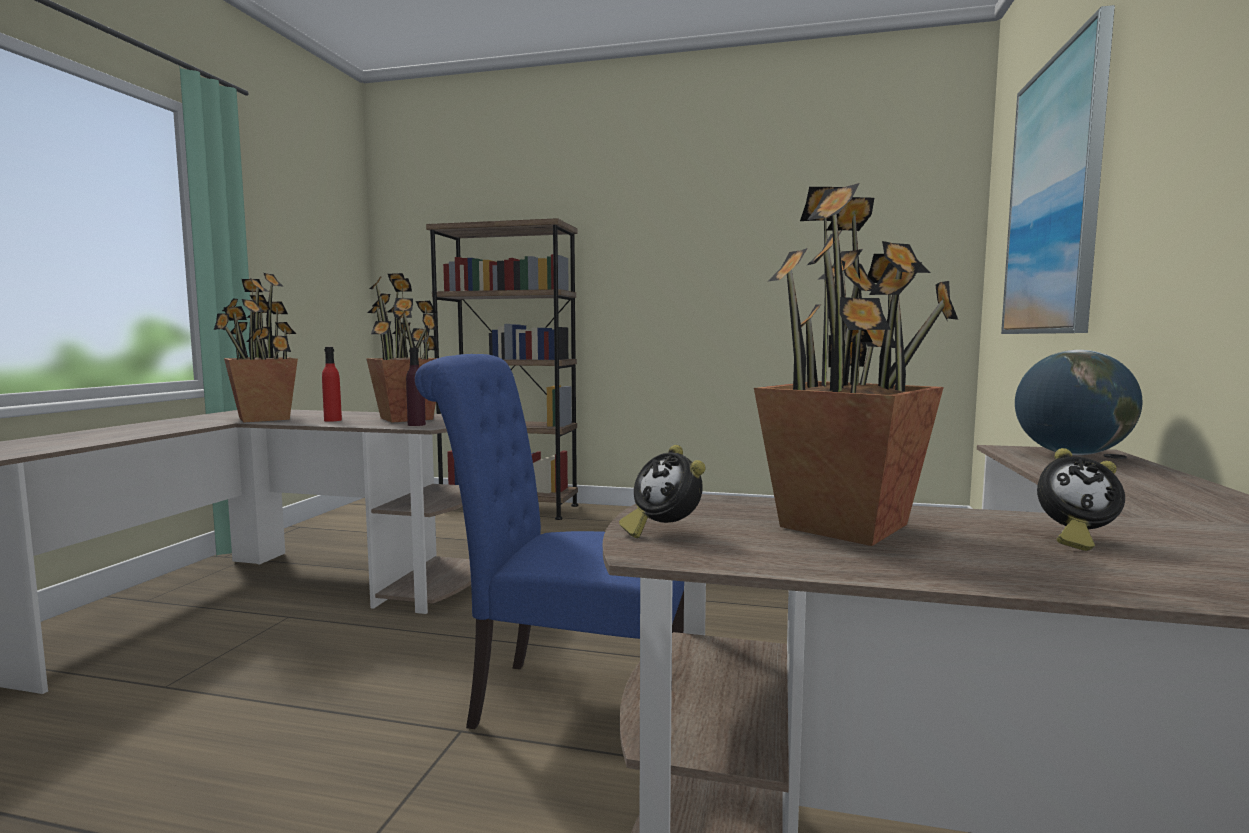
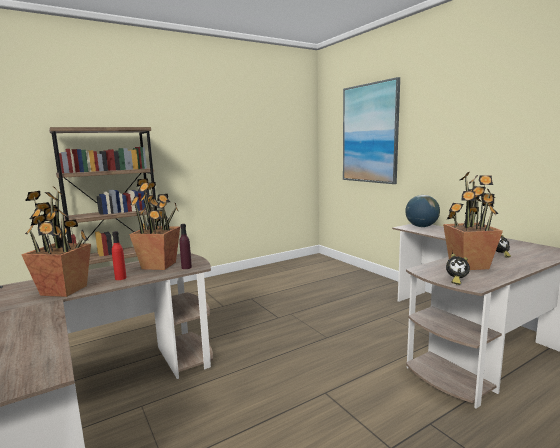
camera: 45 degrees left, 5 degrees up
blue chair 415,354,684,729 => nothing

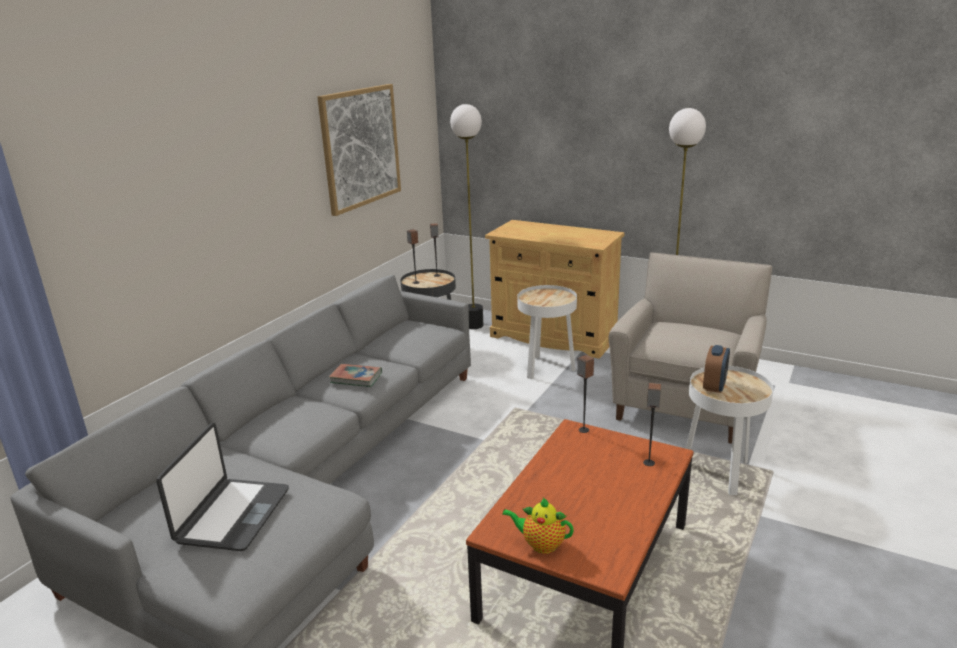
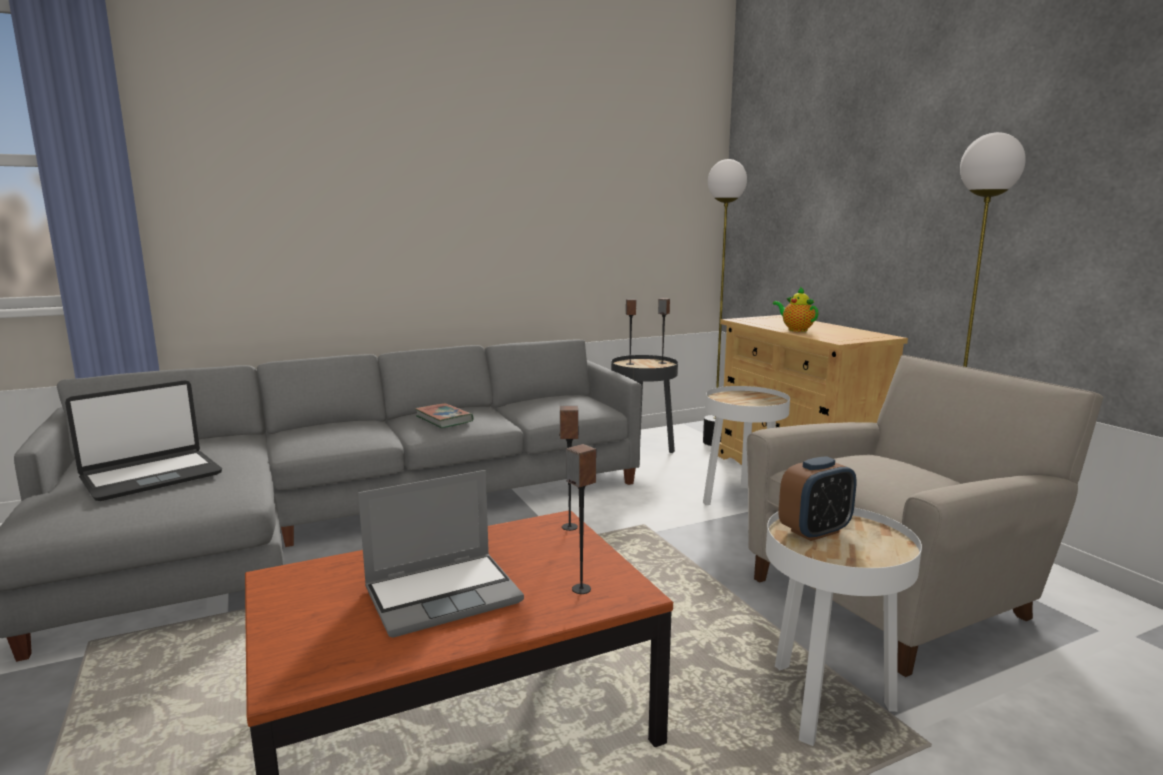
camera: 35 degrees right, 10 degrees down
picture 317,84,401,216 => nothing
teapot 502,498,574,554 => teapot 773,286,819,332, move
nothing => laptop 358,470,524,638

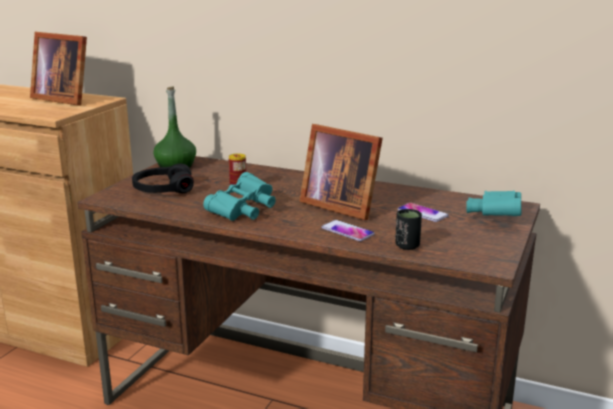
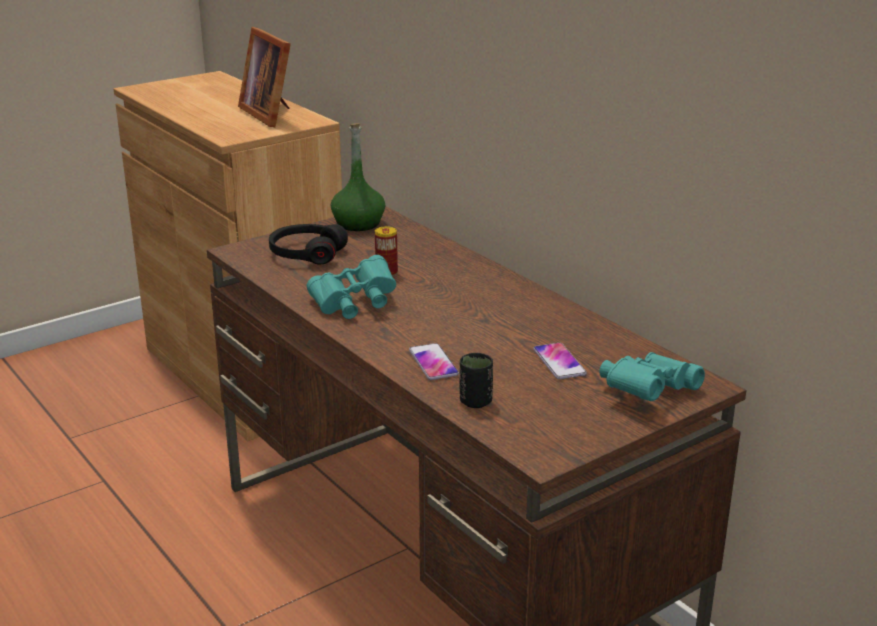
camera: 30 degrees right, 5 degrees up
picture frame 299,124,383,220 => nothing

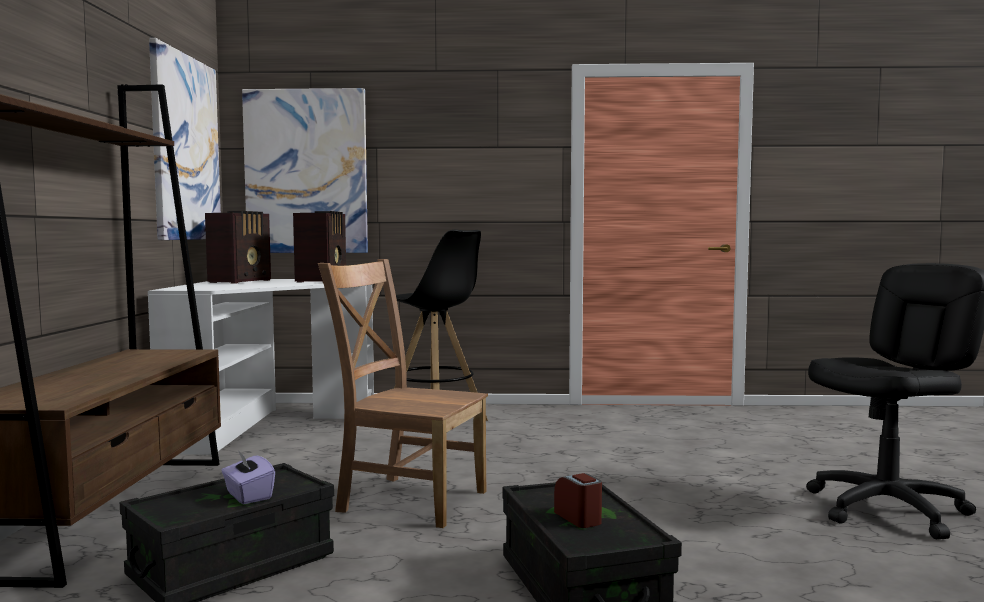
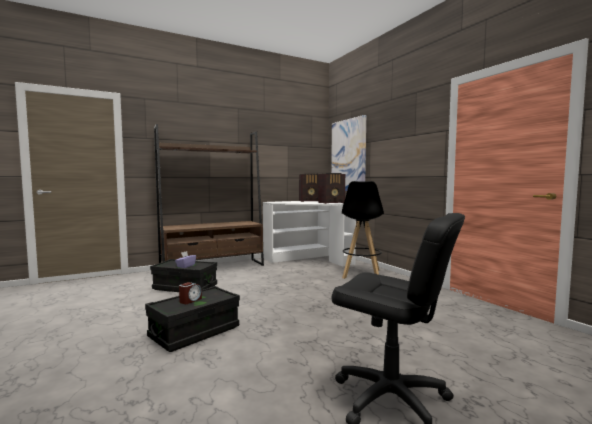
camera: 60 degrees right, 0 degrees up
picture 149,38,221,240 => nothing
brown chair 318,259,488,528 => nothing

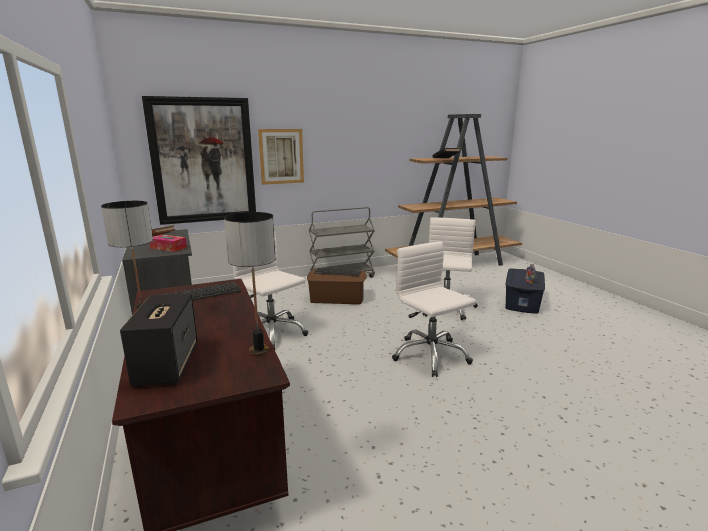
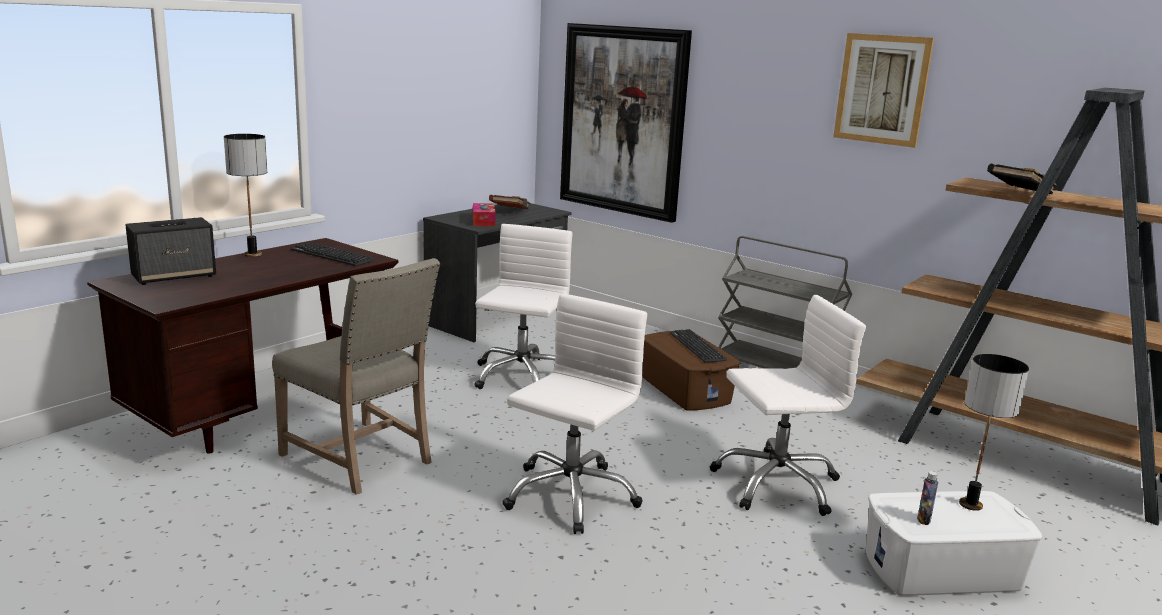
camera: 60 degrees right, 0 degrees up
picture 258,129,304,185 => picture 833,33,934,148, move
table lamp 224,212,276,356 => table lamp 959,354,1029,511, move
blue storage box 506,269,545,314 => white storage box 866,491,1042,596
nothing => beige chair 272,258,440,495

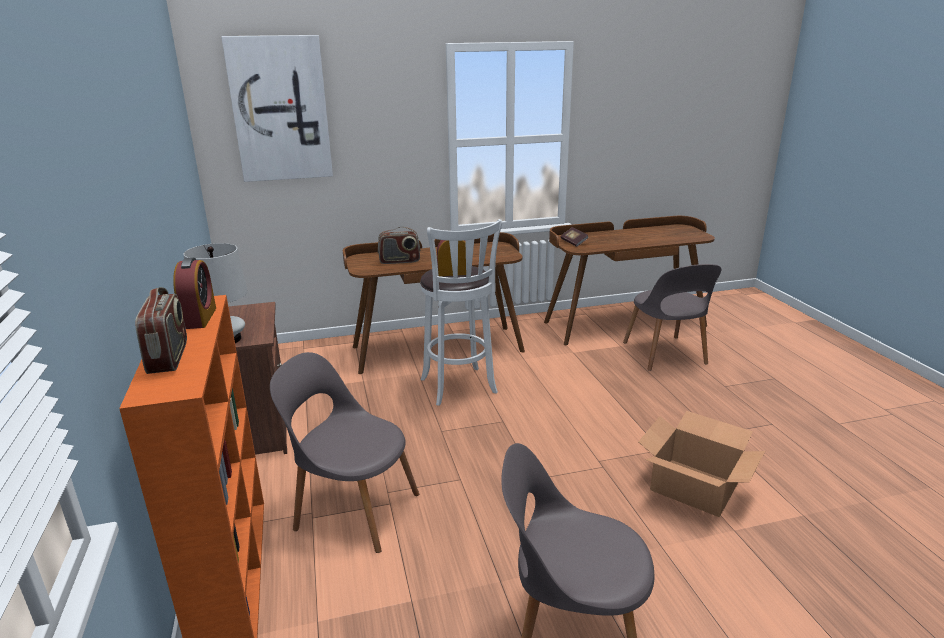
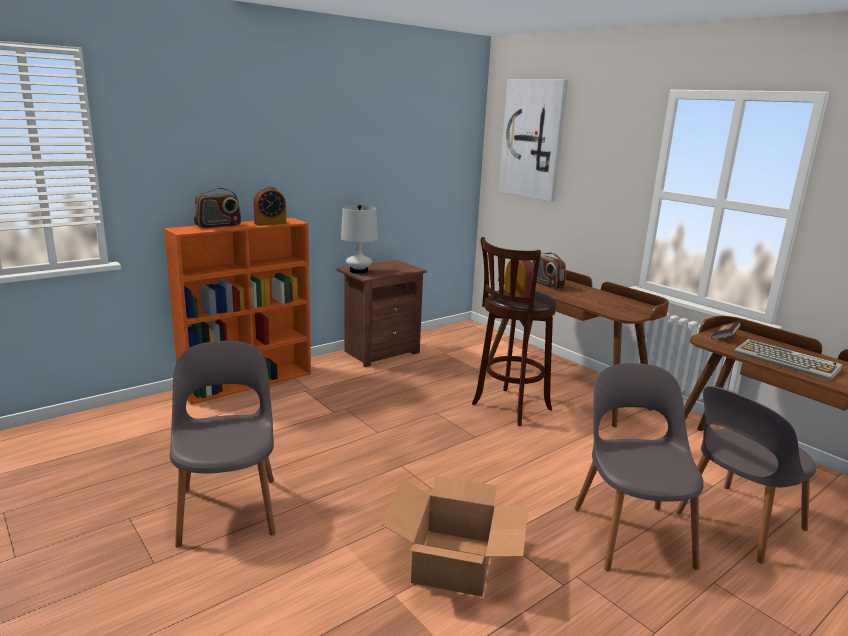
camera: 65 degrees right, 5 degrees down
white stool 420,219,502,406 => brown stool 472,237,557,426
grey chair 270,352,419,553 => grey chair 574,363,703,571, move
nothing => keyboard 734,339,842,381

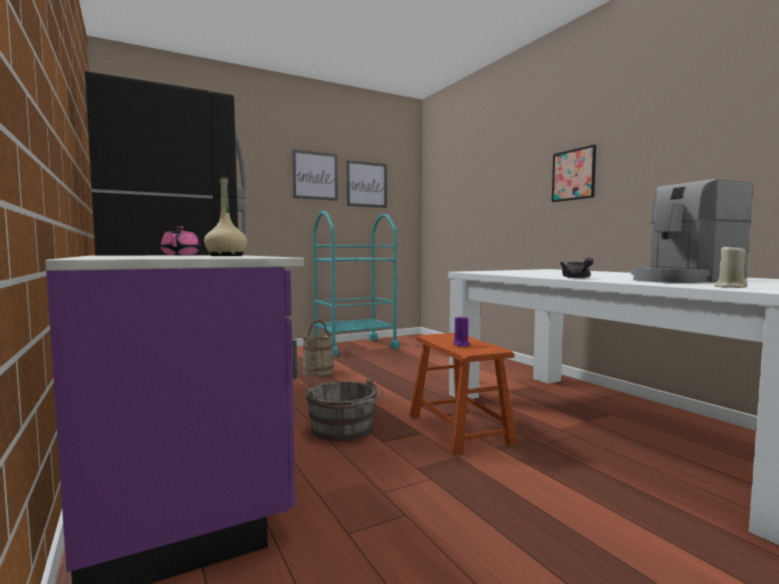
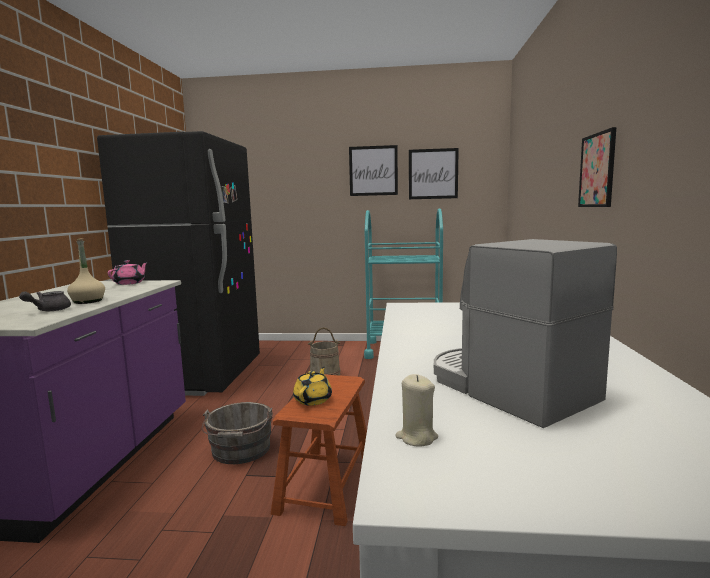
camera: 35 degrees right, 5 degrees up
coffee machine 631,179,753,283 => coffee machine 434,239,617,428, 45 degrees clockwise
grey teapot 560,257,594,278 => grey teapot 19,291,71,311, move
purple candle 453,317,470,347 => yellow teapot 293,367,332,406

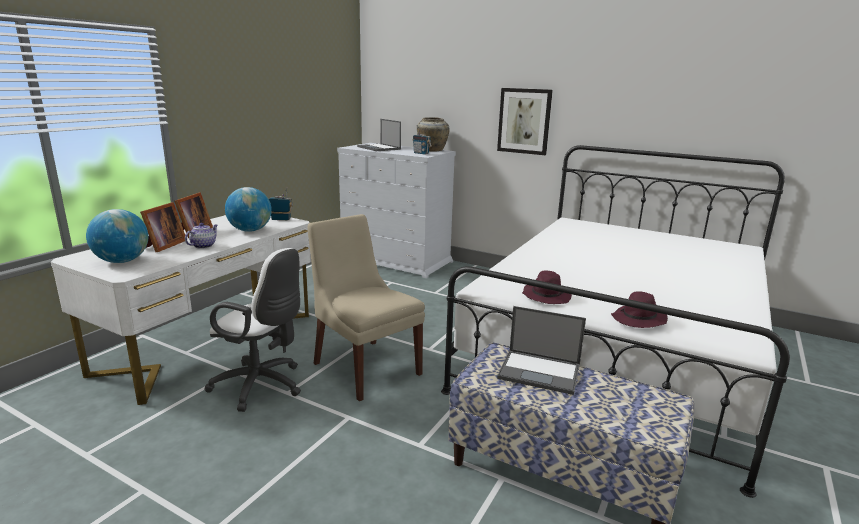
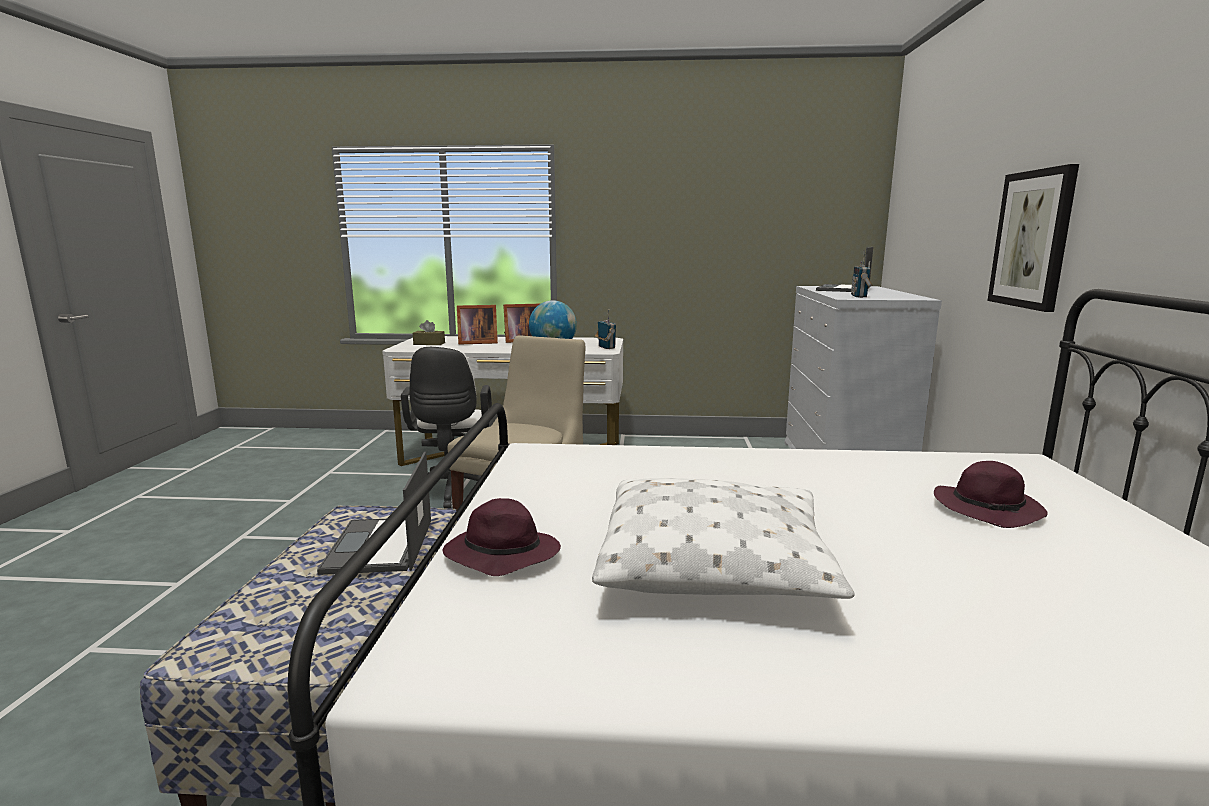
camera: 65 degrees right, 5 degrees down
beige vase 417,117,449,152 => nothing
globe 86,209,148,263 => brown tissue box 413,320,445,345
teapot 185,223,218,249 => nothing
purple hat 522,271,572,304 => purple hat 934,461,1047,528, move
nothing => white pillow 592,478,855,599

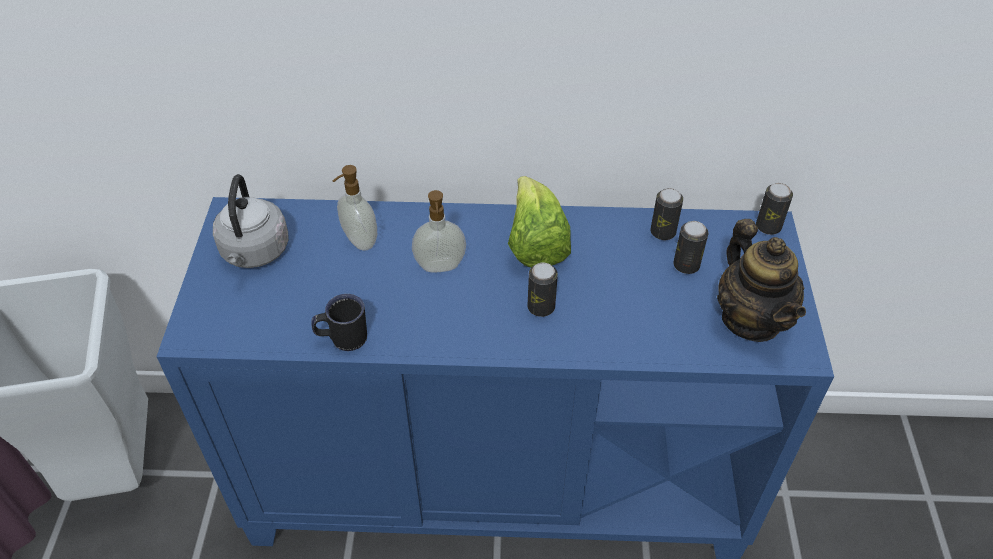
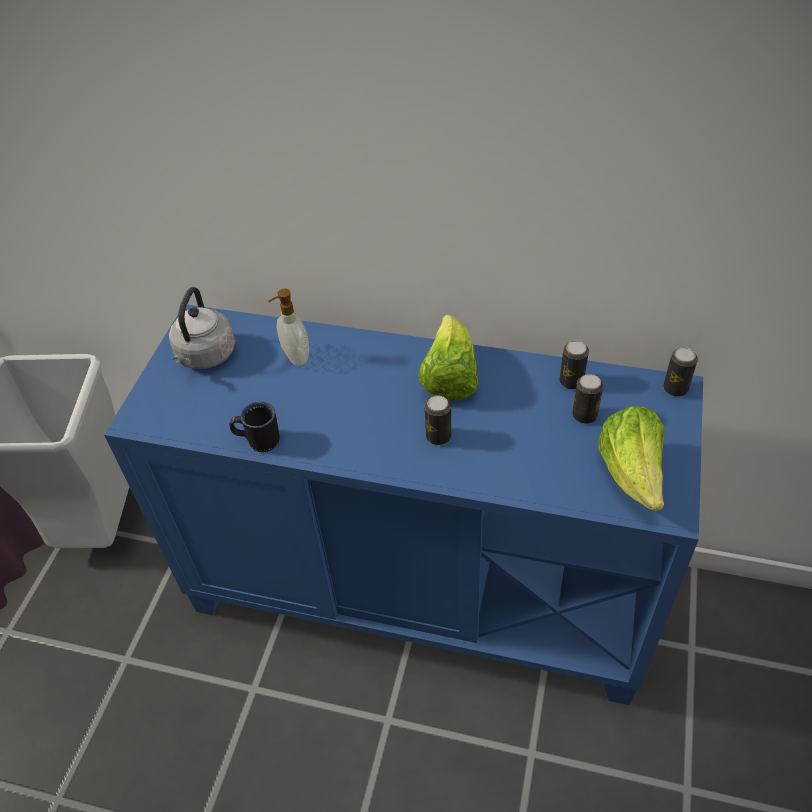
camera: 15 degrees right, 0 degrees up
soap dispenser 412,190,466,272 => nothing
teapot 717,219,806,342 => lettuce 599,406,664,511

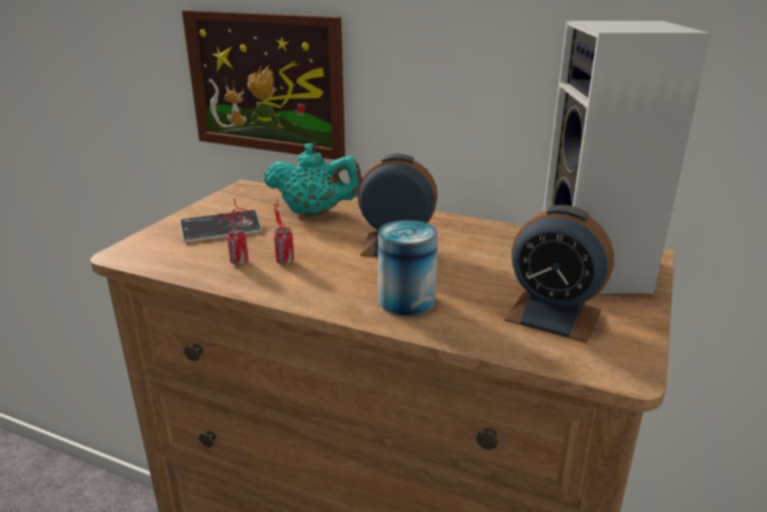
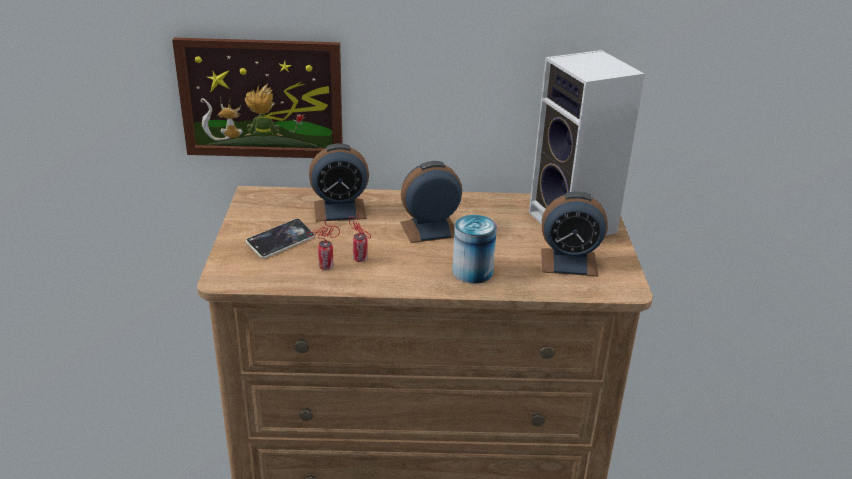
camera: 25 degrees left, 5 degrees up
turquoise teapot 264,143,362,215 => alarm clock 309,143,369,222

